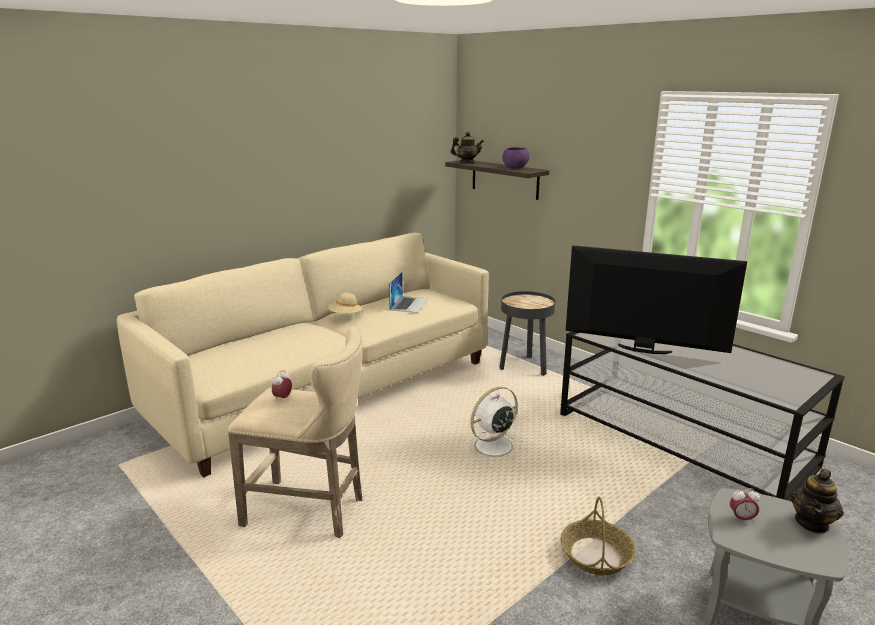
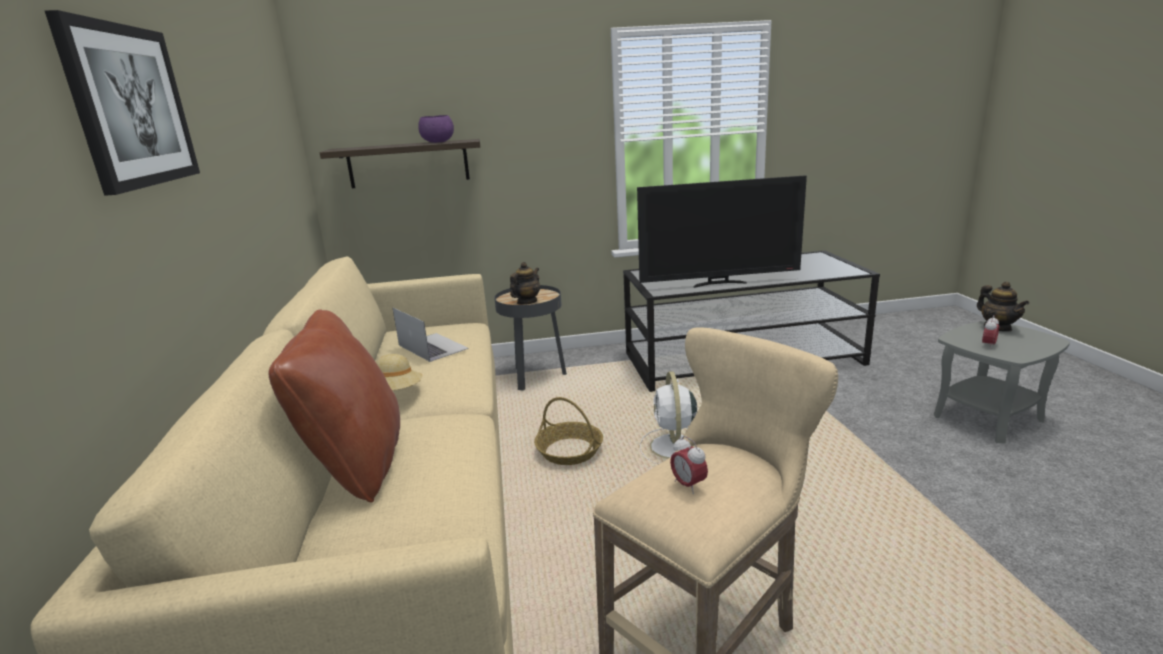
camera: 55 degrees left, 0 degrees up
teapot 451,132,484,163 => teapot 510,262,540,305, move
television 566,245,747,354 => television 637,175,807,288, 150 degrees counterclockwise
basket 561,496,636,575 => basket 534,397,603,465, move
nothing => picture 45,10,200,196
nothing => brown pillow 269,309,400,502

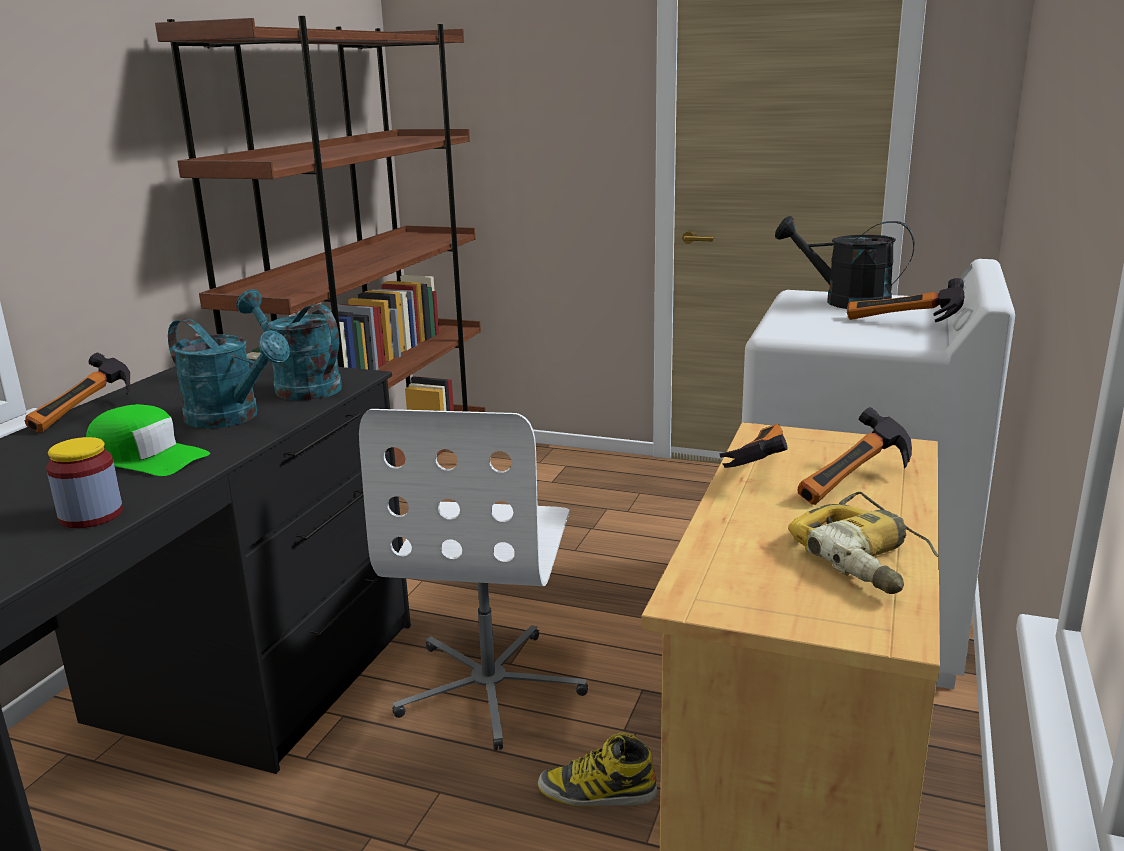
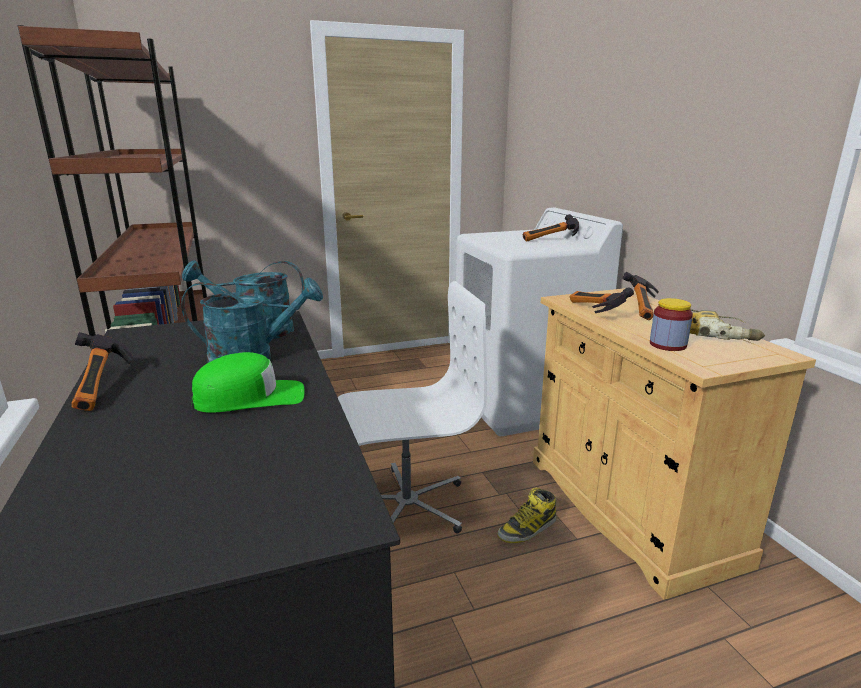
camera: 40 degrees left, 0 degrees up
black watering can 775,216,915,309 => nothing
white office chair 359,409,588,750 => white office chair 338,281,487,534, 75 degrees counterclockwise
jar 46,437,123,528 => jar 650,298,693,351, move

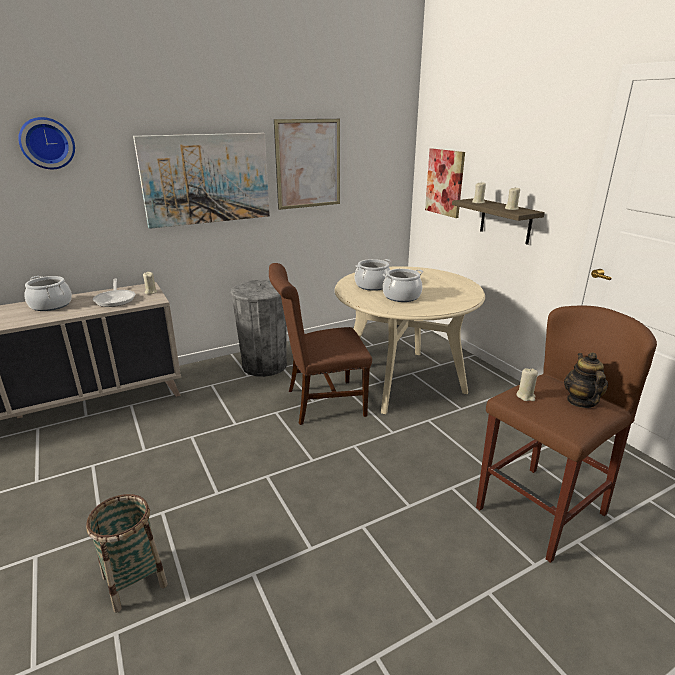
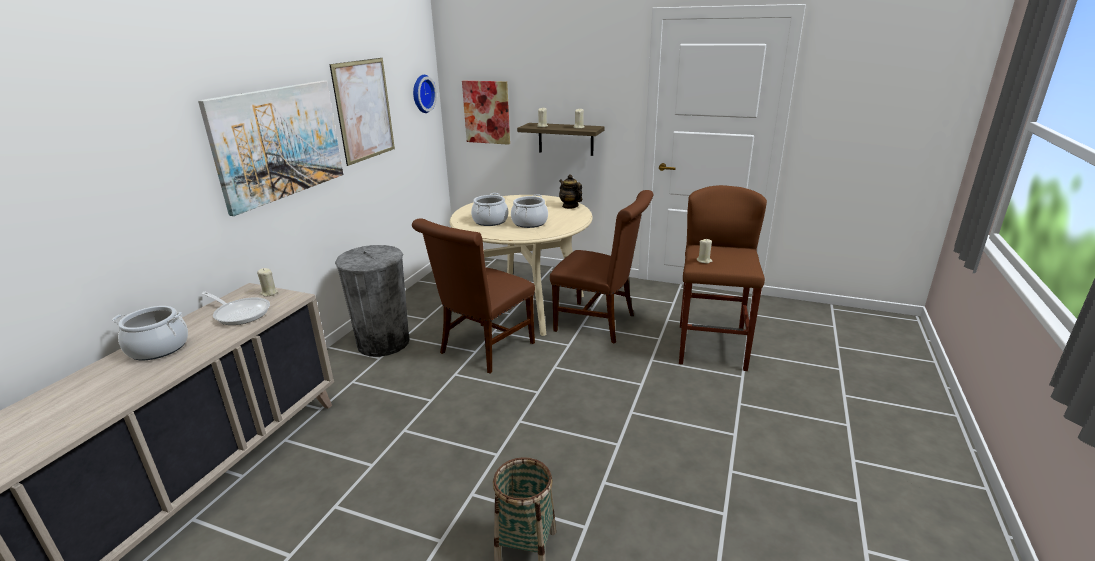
camera: 40 degrees left, 0 degrees up
wall clock 18,117,75,169 => wall clock 413,75,437,113, move
teapot 564,352,608,408 => teapot 559,174,582,209, move
nothing => brown chair 550,190,653,343

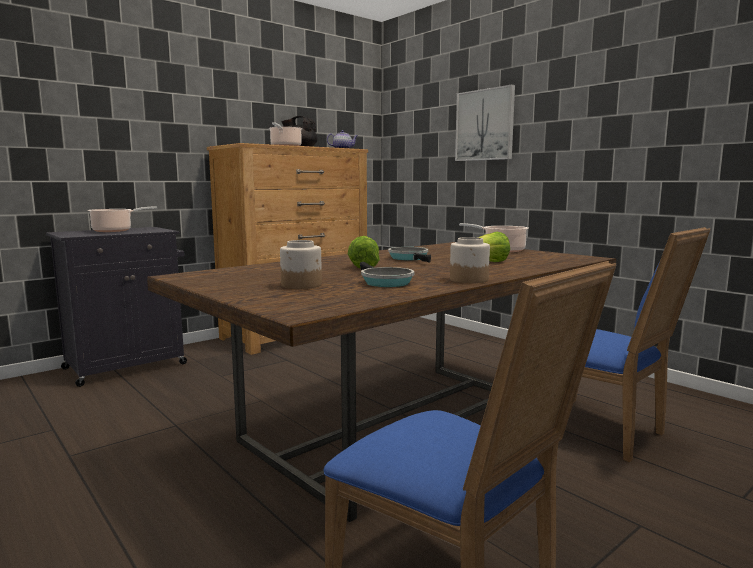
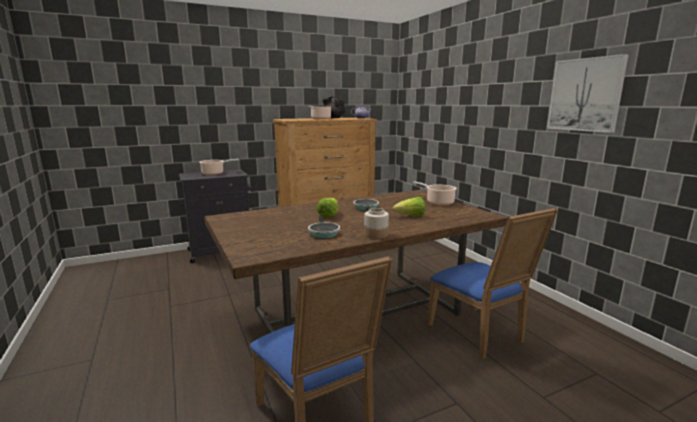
camera: 15 degrees right, 5 degrees up
picture 455,85,515,161 => picture 547,54,629,133, move
jar 280,240,322,289 => nothing

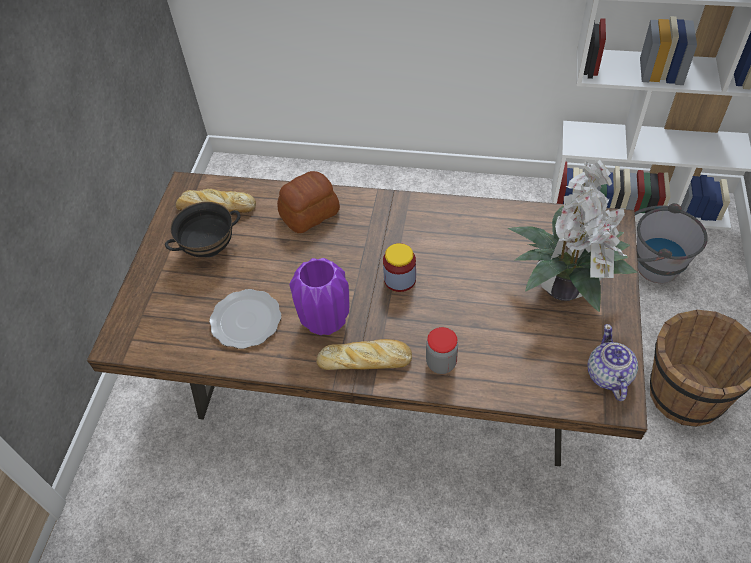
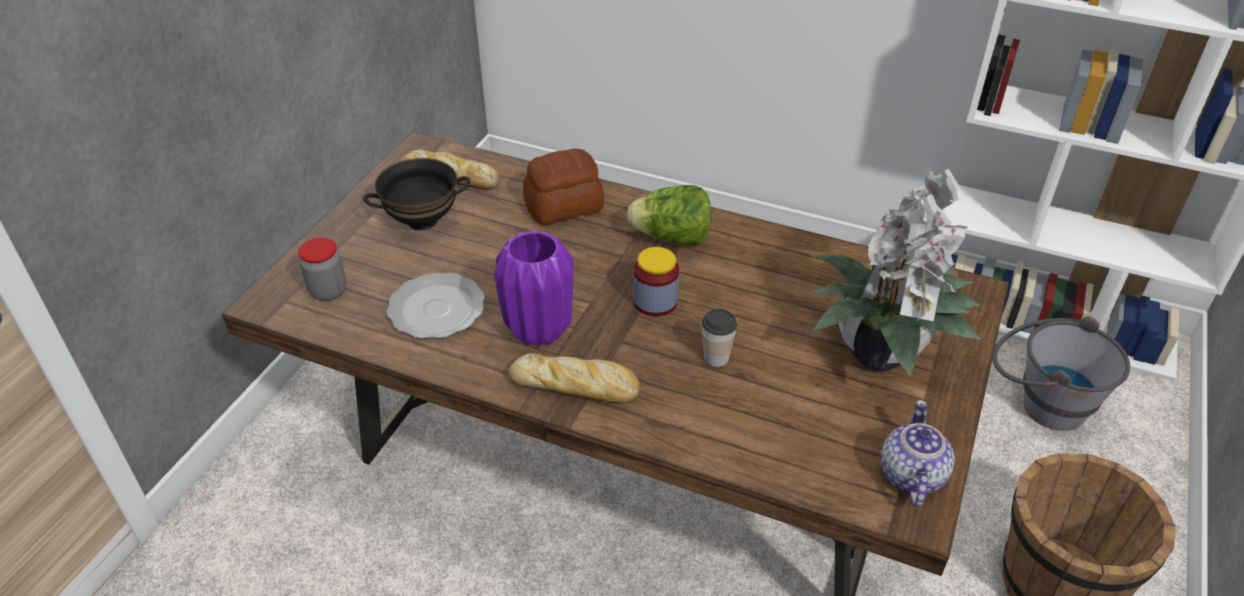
camera: 10 degrees right, 10 degrees down
jar 426,327,458,374 => jar 298,238,346,301, move
nothing => lettuce 627,185,711,245
nothing => cup 702,309,737,367

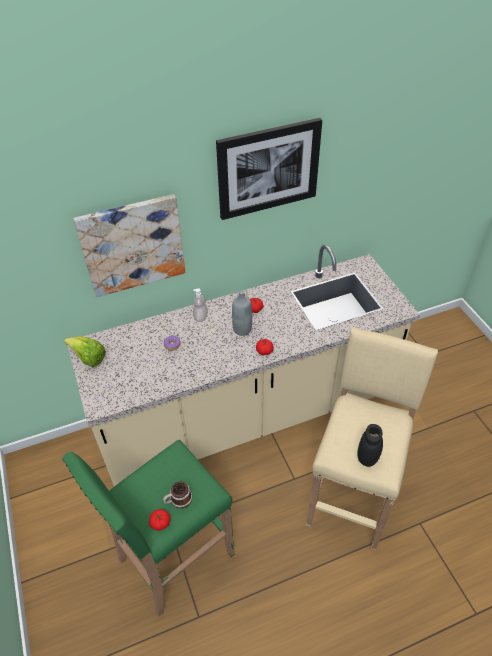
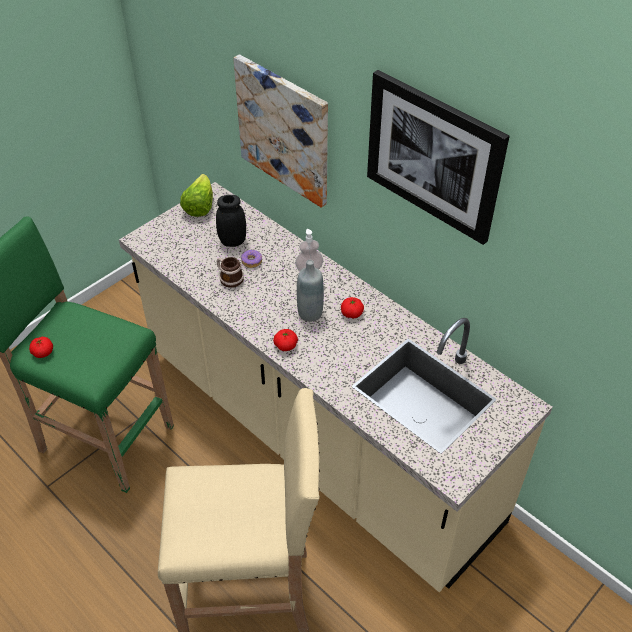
camera: 65 degrees right, 0 degrees up
black jar 357,424,383,467 => black jar 216,195,246,247, move
mug 163,482,192,509 => mug 217,257,244,288, move

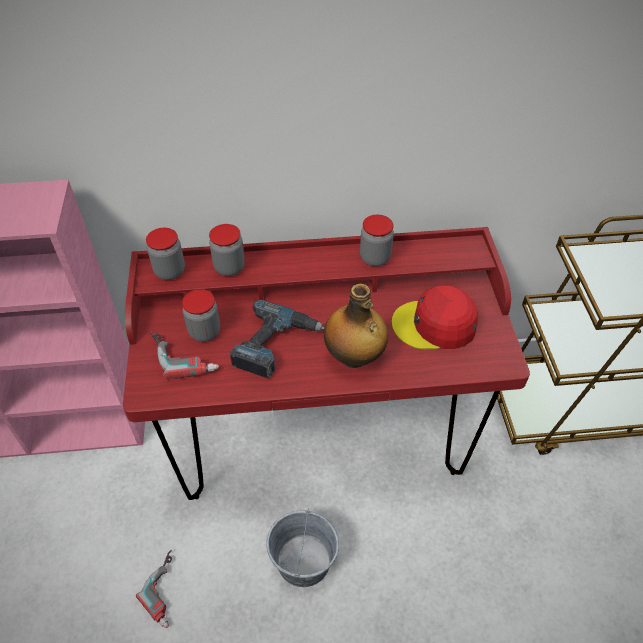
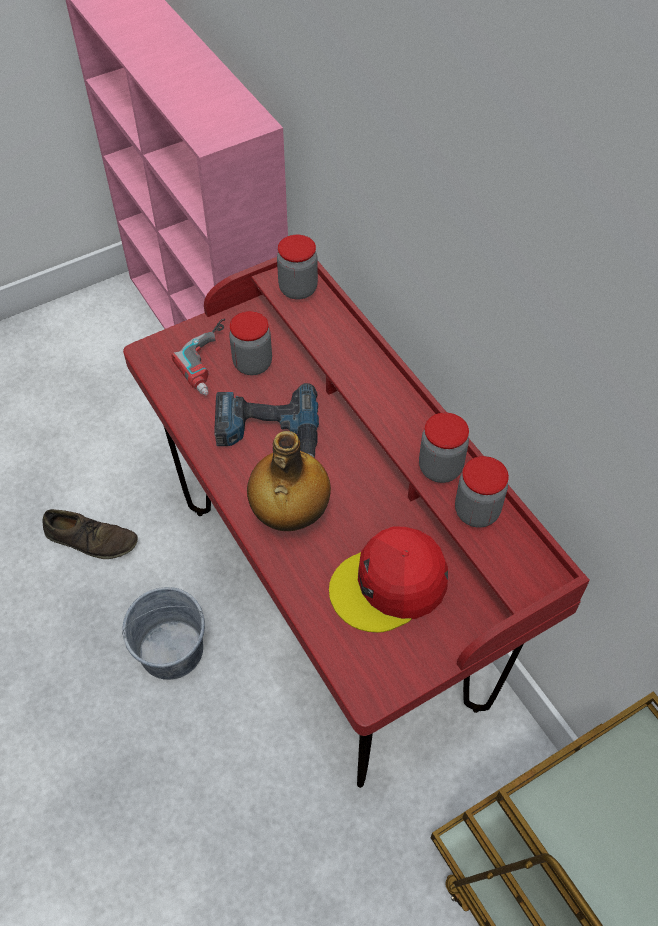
camera: 65 degrees right, 5 degrees up
jar 209,224,245,276 => jar 455,456,509,528, move
red cap 392,285,478,349 => red cap 329,526,448,633, 90 degrees counterclockwise
power drill 136,550,172,628 => brown shoe 42,509,138,559

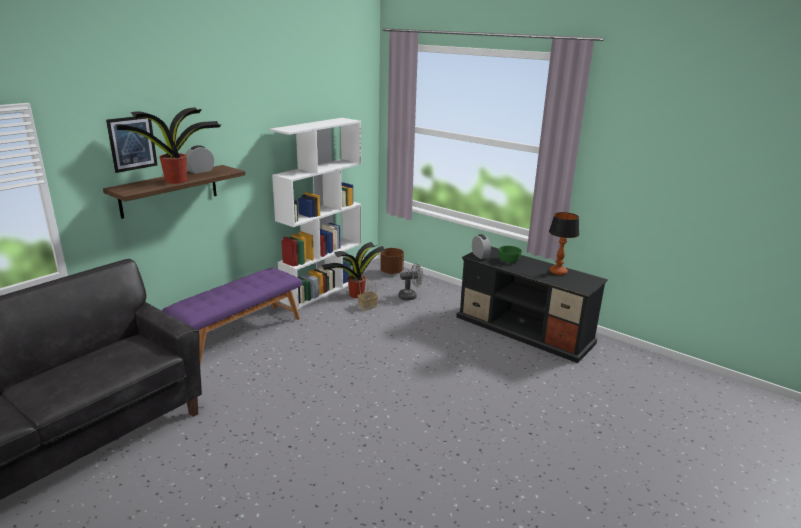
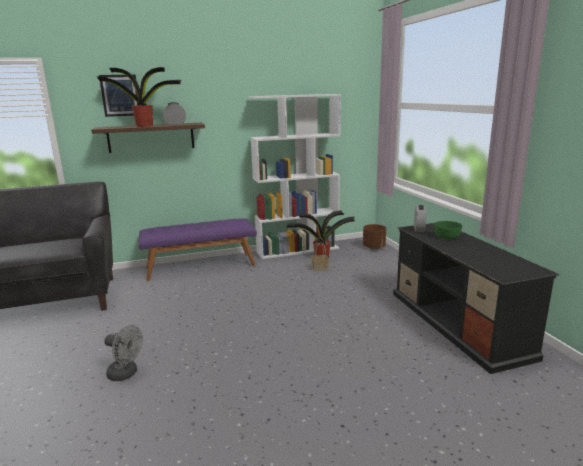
camera: 35 degrees right, 5 degrees down
table lamp 549,212,579,275 => nothing
grey fan 398,263,423,300 => grey fan 104,325,143,381, move

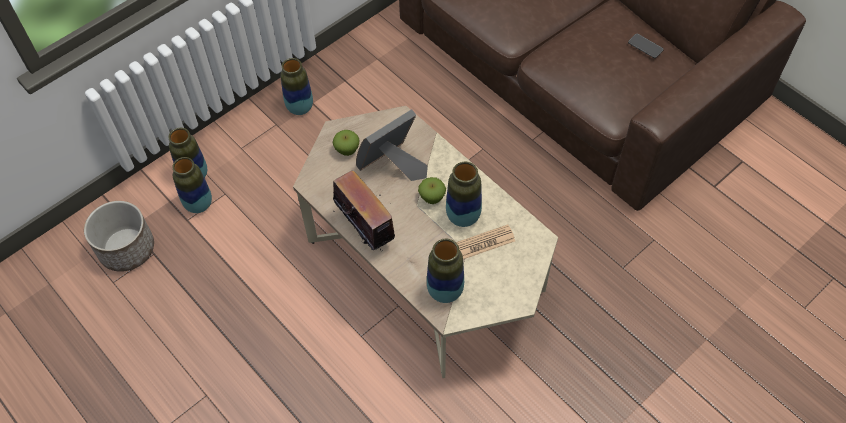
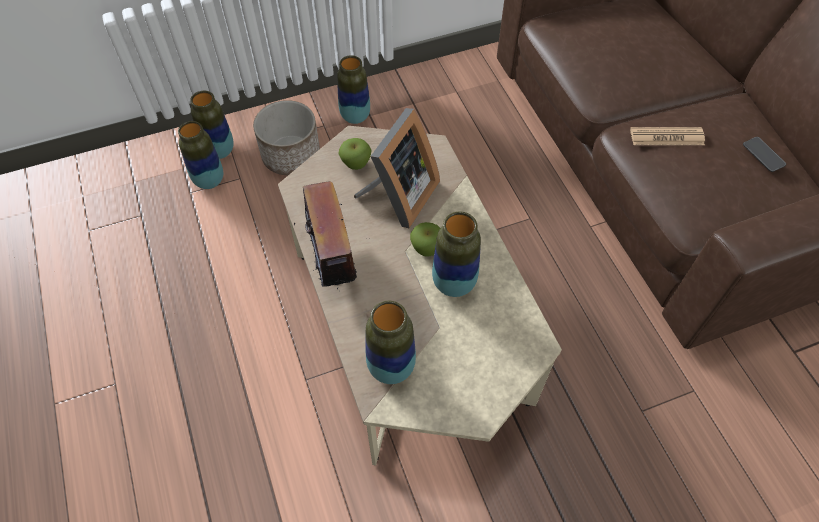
camera: 20 degrees right, 0 degrees up
picture frame 356,109,428,181 => picture frame 354,108,440,228, 135 degrees clockwise
planter 84,201,154,272 => planter 253,100,320,175, move
newspaper 456,224,515,259 => newspaper 630,127,705,145, move

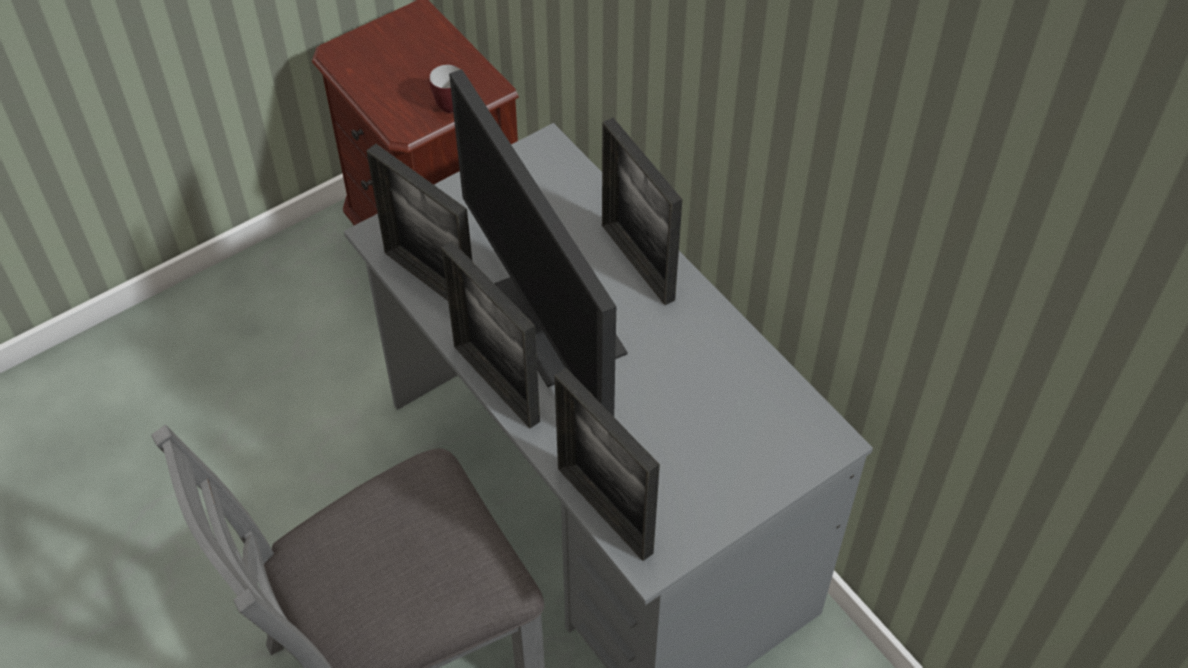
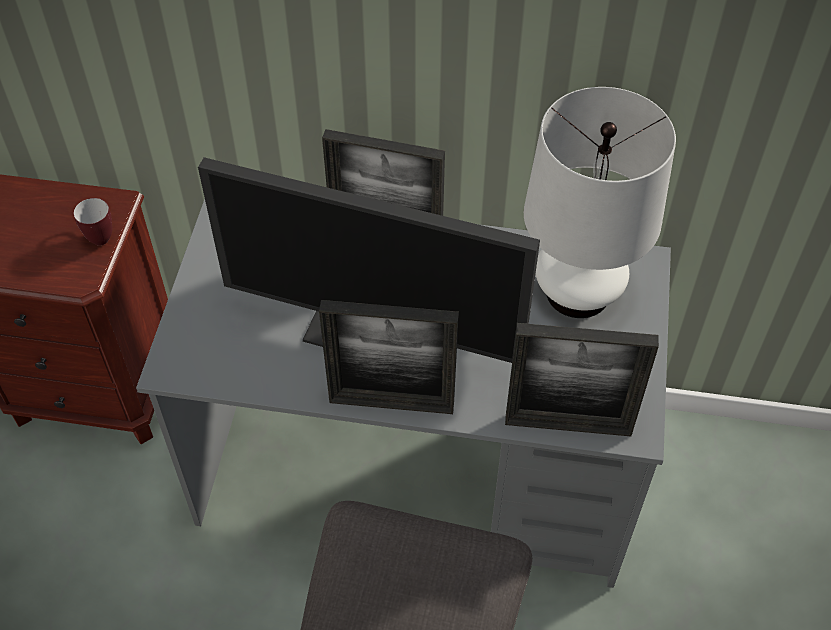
camera: 45 degrees left, 0 degrees up
picture frame 366,144,473,301 => nothing
nothing => white table lamp 524,87,676,318

